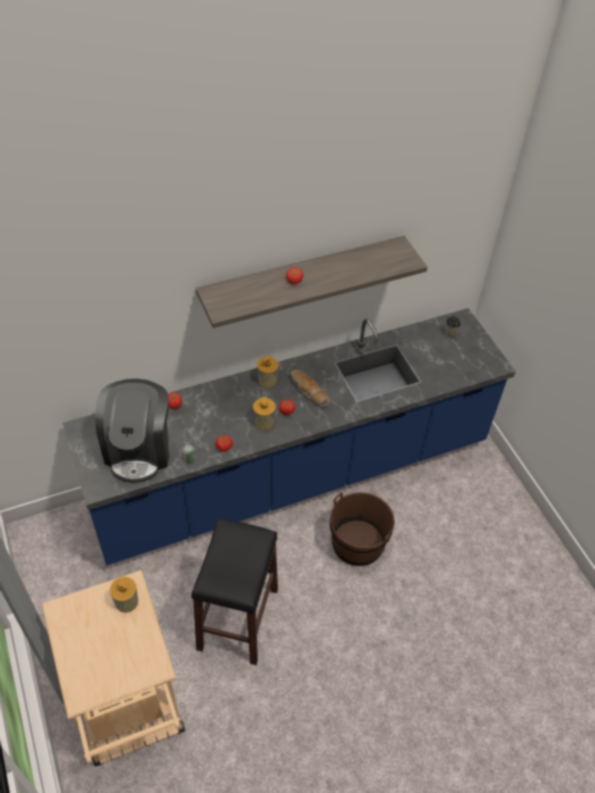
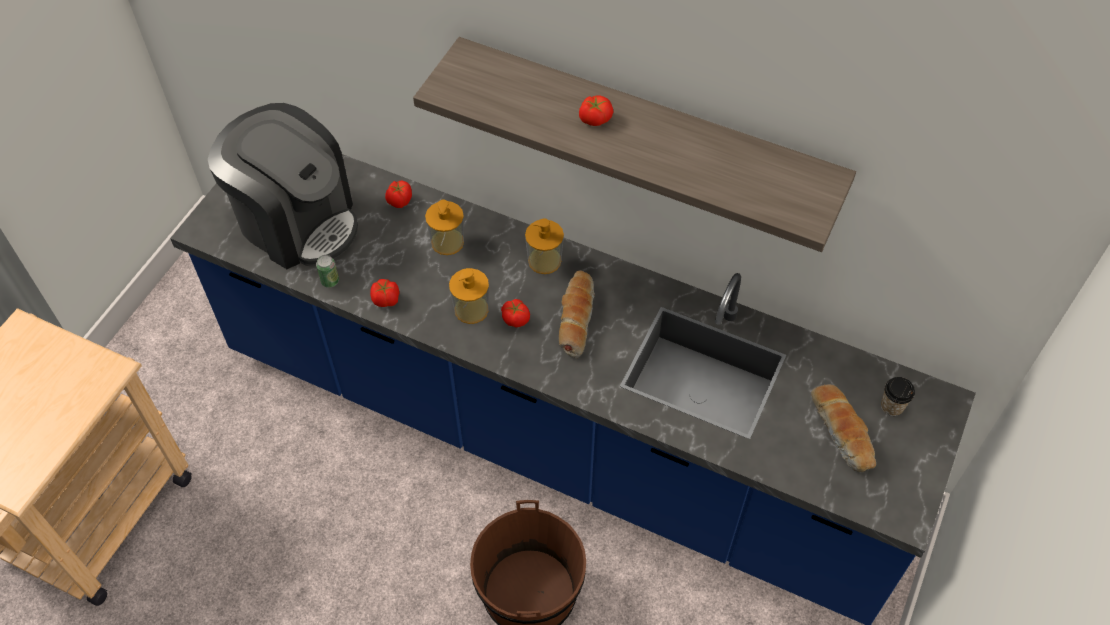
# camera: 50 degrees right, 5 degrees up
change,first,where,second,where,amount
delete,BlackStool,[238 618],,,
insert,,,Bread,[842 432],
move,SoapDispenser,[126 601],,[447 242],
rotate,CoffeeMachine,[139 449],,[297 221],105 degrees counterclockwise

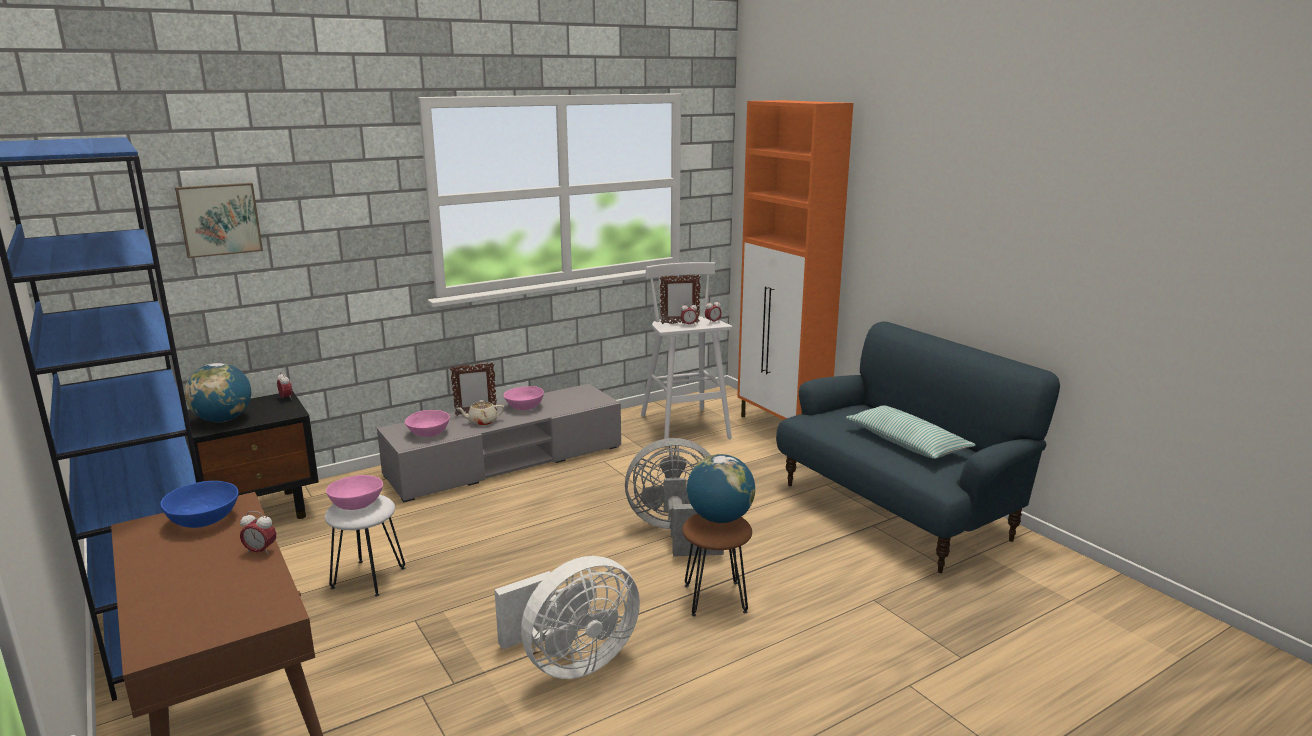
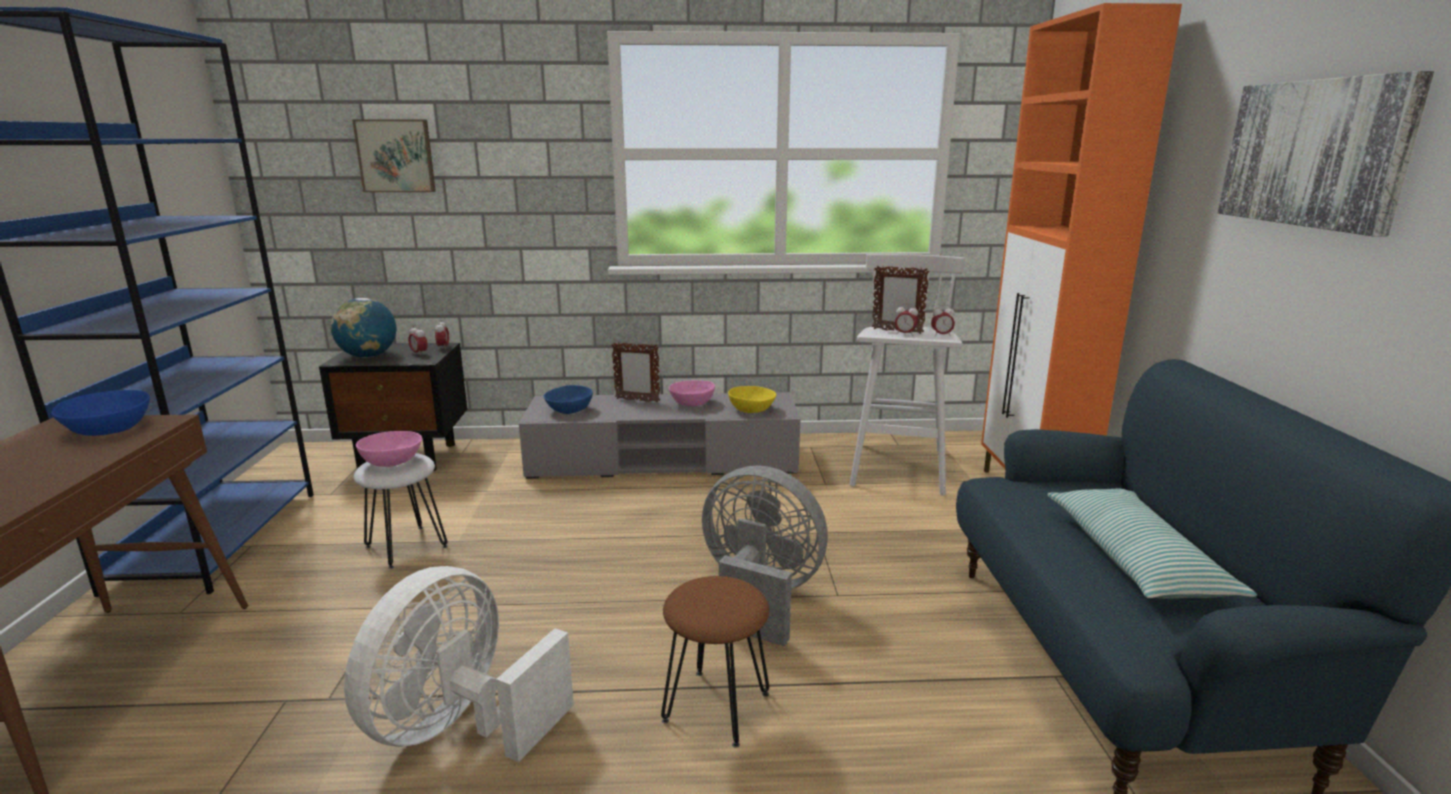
# camera: 30 degrees right, 0 degrees up
change,first,where,second,where,amount
delete,BeigeTeapot,[482 422],,,
delete,Globe,[720 518],,,
insert,,,YellowBowl,[751 410],
insert,,,Picture,[1315 153],
move,AlarmClock,[260 552],,[419 353],
recolor,PinkBowl,[429 433],BlueBowl,[569 410],
rotate,WhiteFan,[571 663],,[460 727],120 degrees clockwise

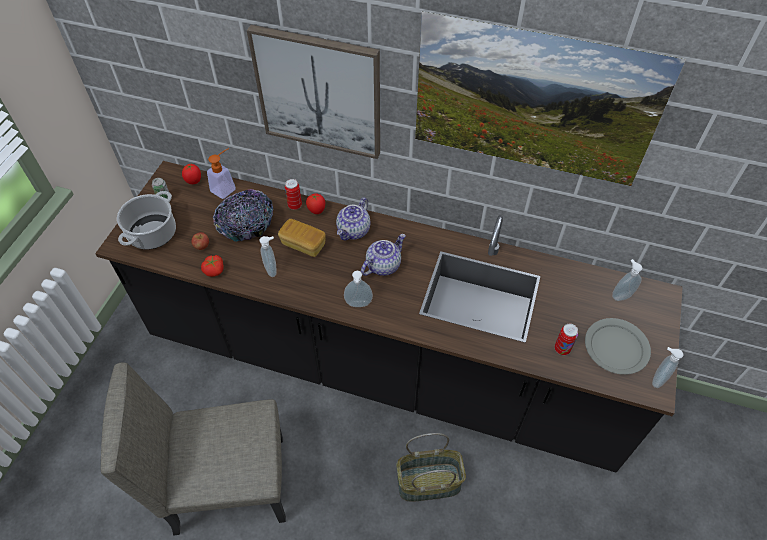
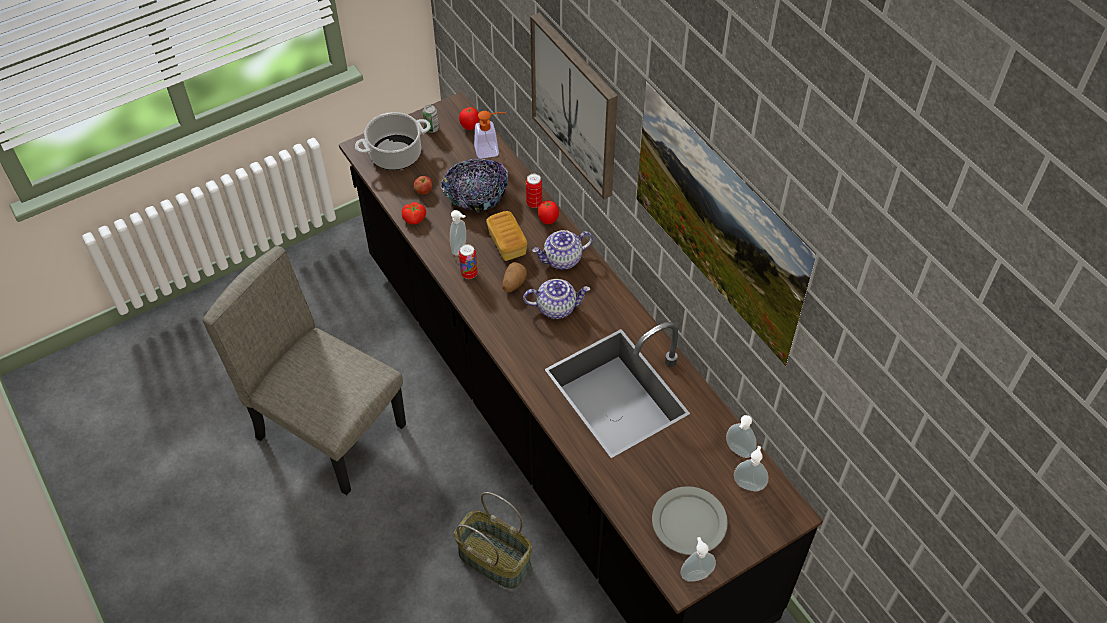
# camera: 40 degrees right, 0 degrees up
change,first,where,second,where,amount
insert,,,Potato,[513 283],
move,SoapDispenser,[358 305],,[738 452],
move,Can,[562 349],,[469 273],

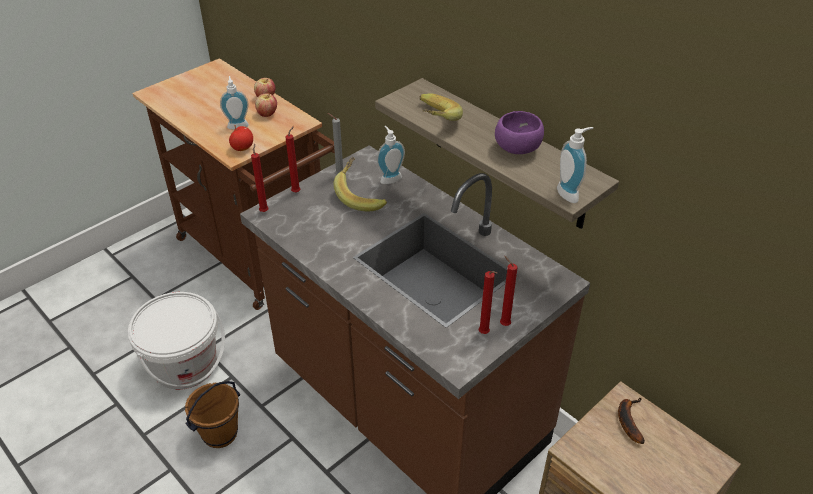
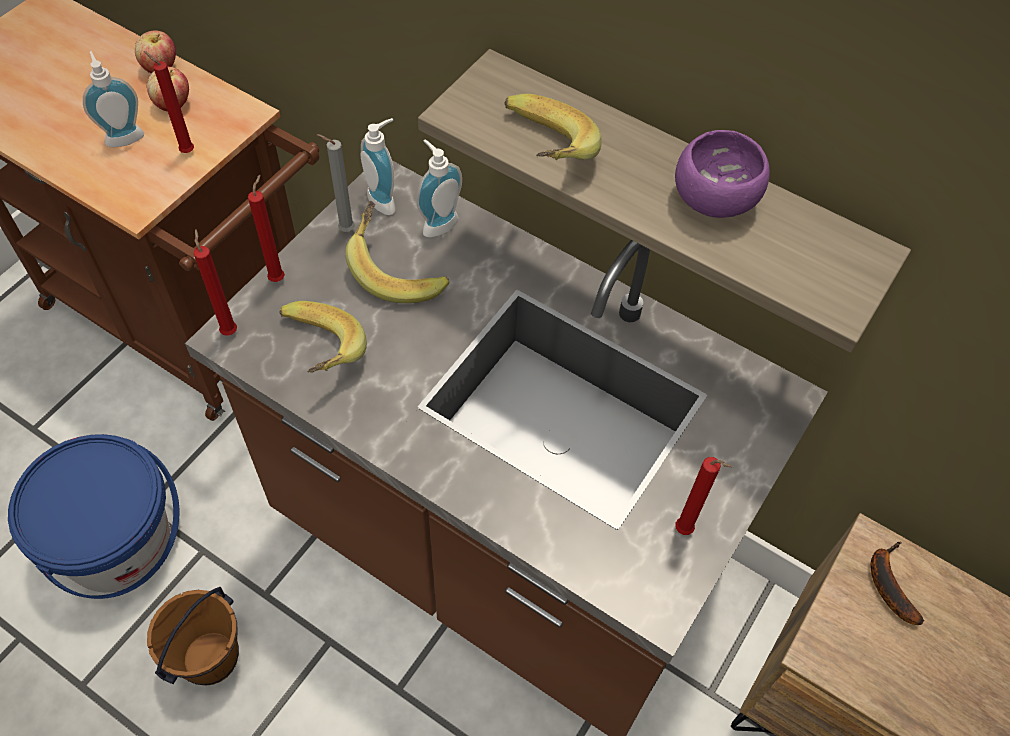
# camera: 15 degrees left, 15 degrees up
change,first,where,second,where,amount
delete,Apple,[242 148],,,
insert,,,Banana,[317 355],
move,RedCandle,[503 324],,[185 151],
move,SoapDispenser,[570 193],,[385 200],
recolor,WhiteBucket,[185 364],BlueBucket,[118 543],

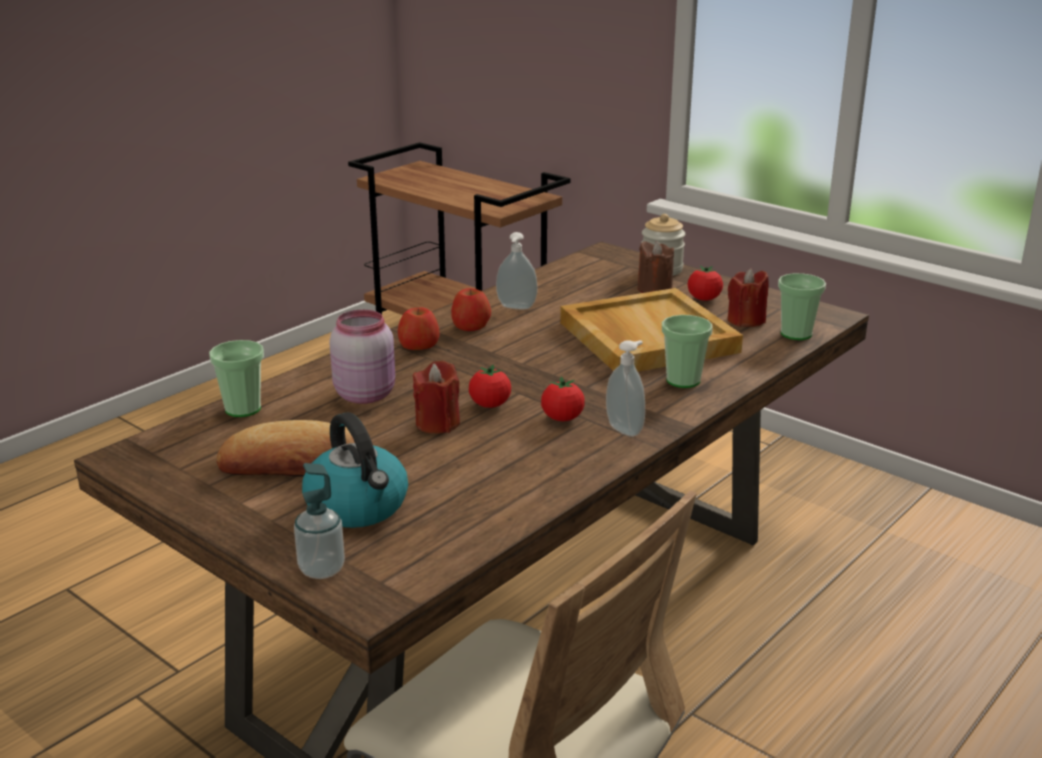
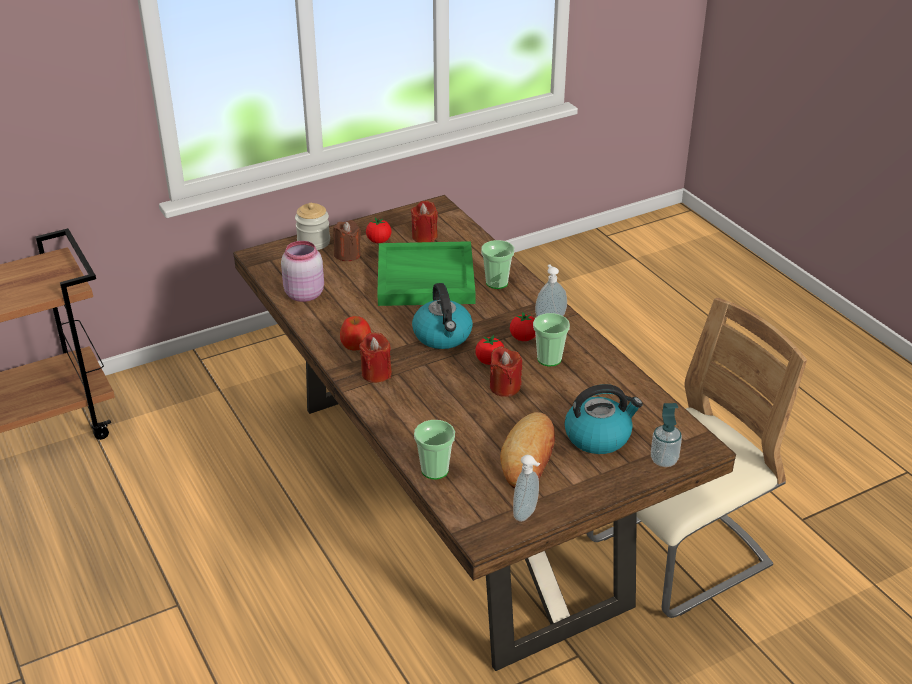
# camera: 70 degrees left, 10 degrees up
change,first,where,second,where,amount
insert,,,Kettle,[443 336],
move,PinkJar,[366 394],,[303 294],
move,SoapDispenser,[516 308],,[527 514],
move,Cup,[796 334],,[549 359],
replace,Apple,[418 346],RedCandle,[376 373],
recolor,BeigeTray,[646 337],GreenTray,[424 278],

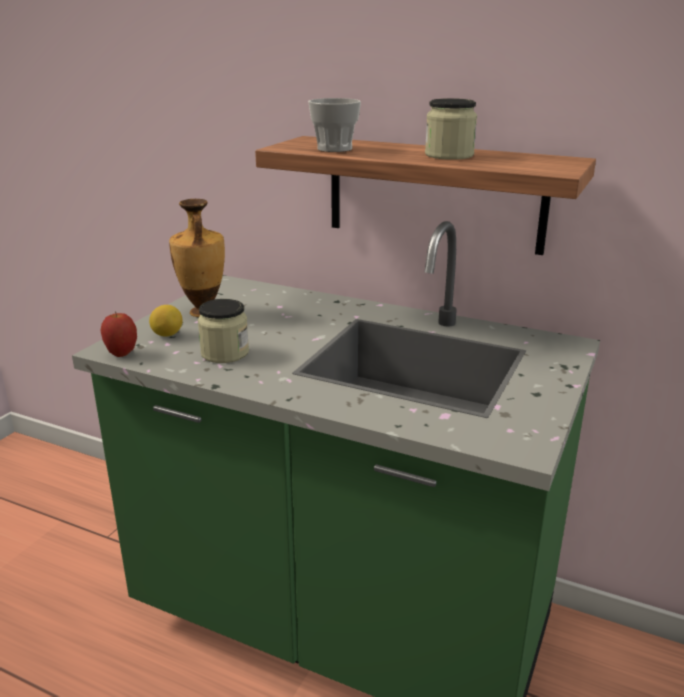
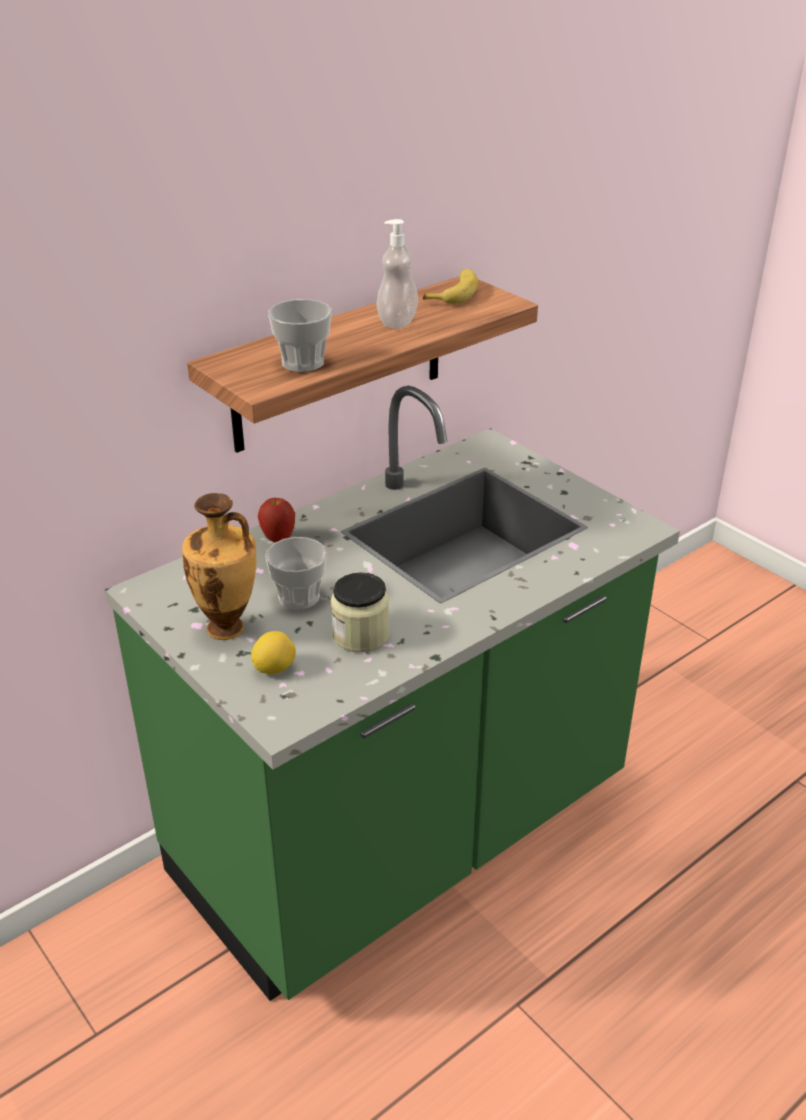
# camera: 65 degrees left, 10 degrees up
change,first,where,second,where,amount
insert,,,Cup,[299 597],
insert,,,Banana,[454 293],
move,Apple,[122 354],,[278 539],
replace,Jar,[449 155],SoapDispenser,[397 322],

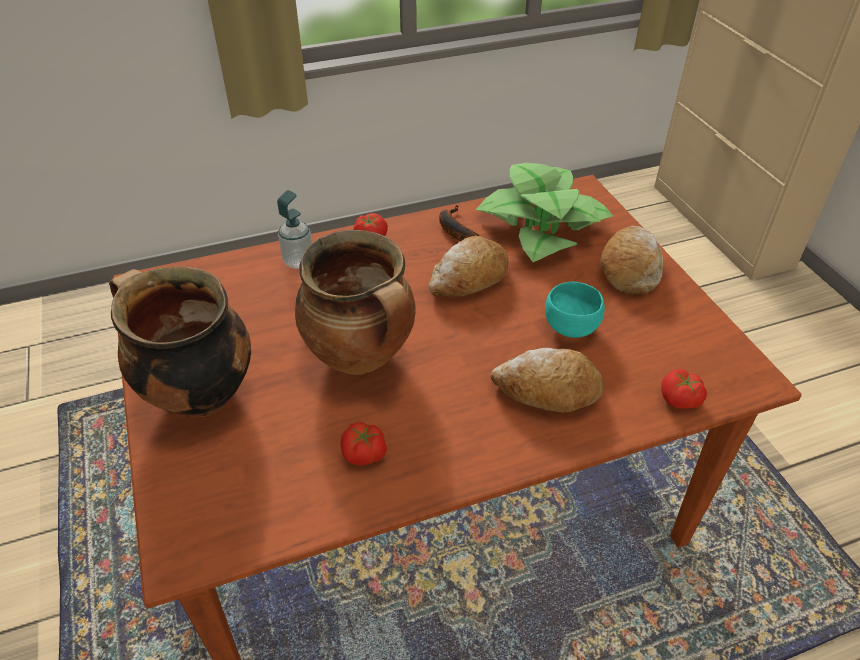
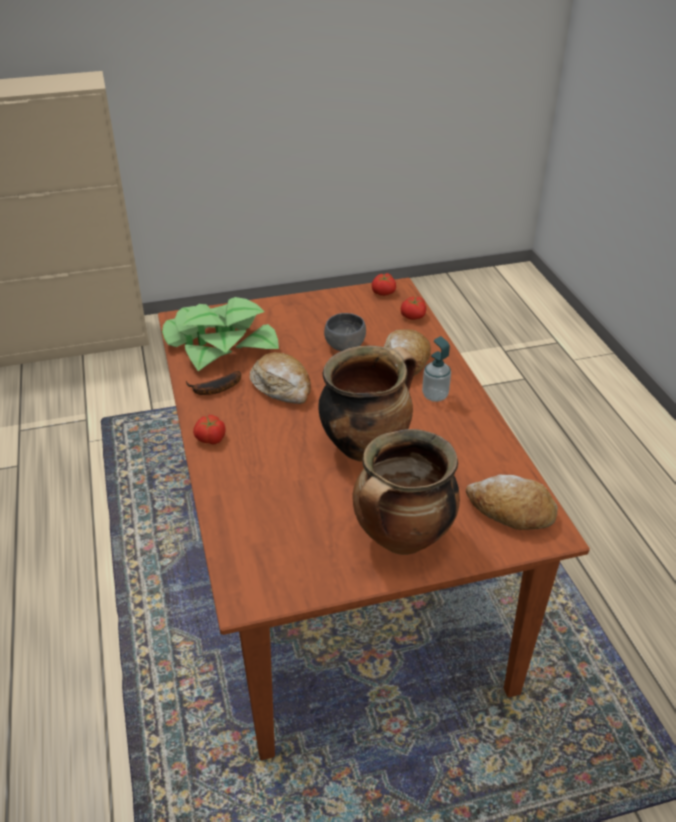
# camera: 85 degrees left, 5 degrees down
change,first,where,second,where,amount
move,SoapDispenser,[298 261],,[435 396],
move,Tomato,[364 454],,[384 292],
move,Bread,[630 268],,[510 511],
recolor,TurquoiseBowl,[568 326],GreyBowl,[344 347],

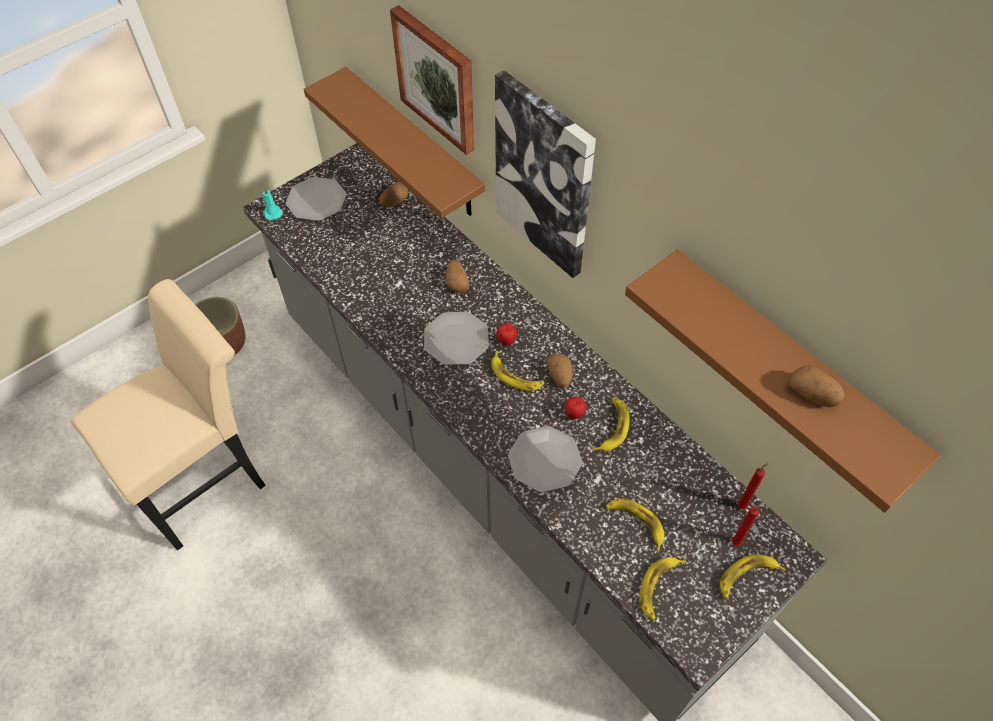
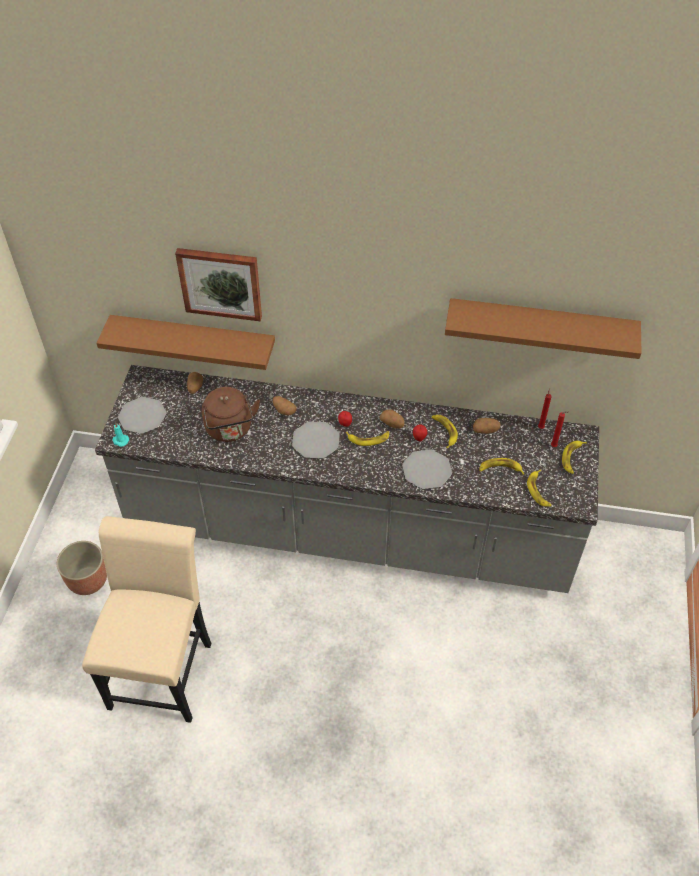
# camera: 40 degrees left, 5 degrees down
change,first,where,second,where,amount
delete,Picture,[544 176],,,
insert,,,BrownKettle,[230 430],
move,Potato,[812 395],,[485 430],

